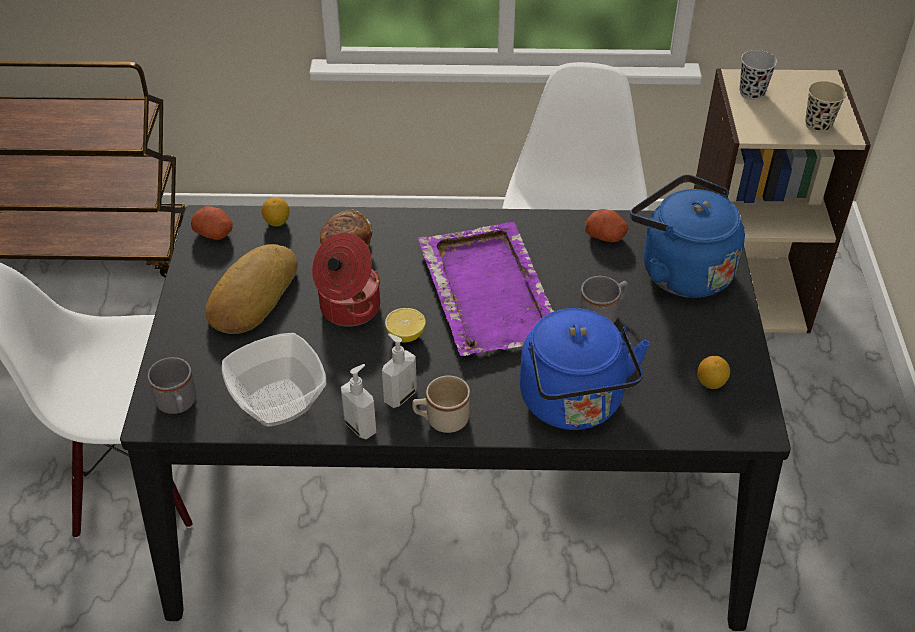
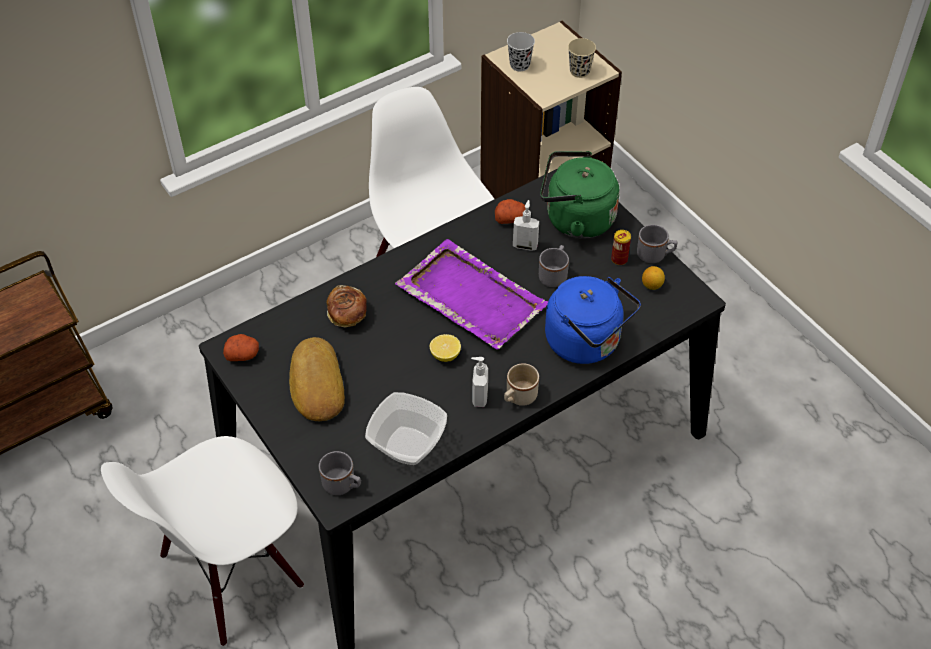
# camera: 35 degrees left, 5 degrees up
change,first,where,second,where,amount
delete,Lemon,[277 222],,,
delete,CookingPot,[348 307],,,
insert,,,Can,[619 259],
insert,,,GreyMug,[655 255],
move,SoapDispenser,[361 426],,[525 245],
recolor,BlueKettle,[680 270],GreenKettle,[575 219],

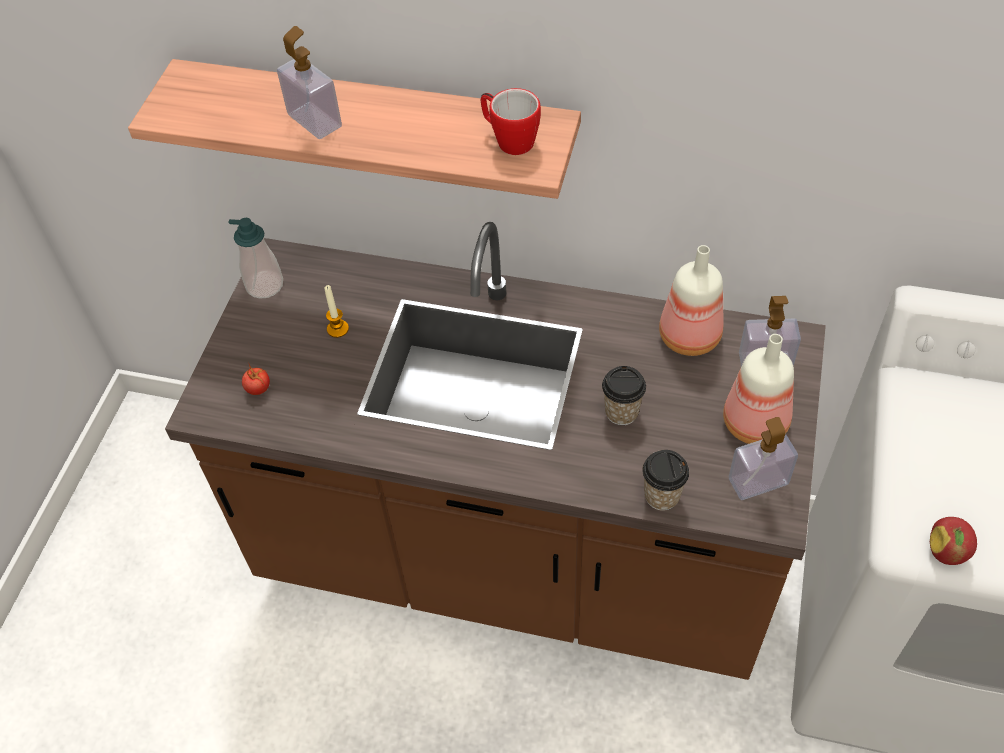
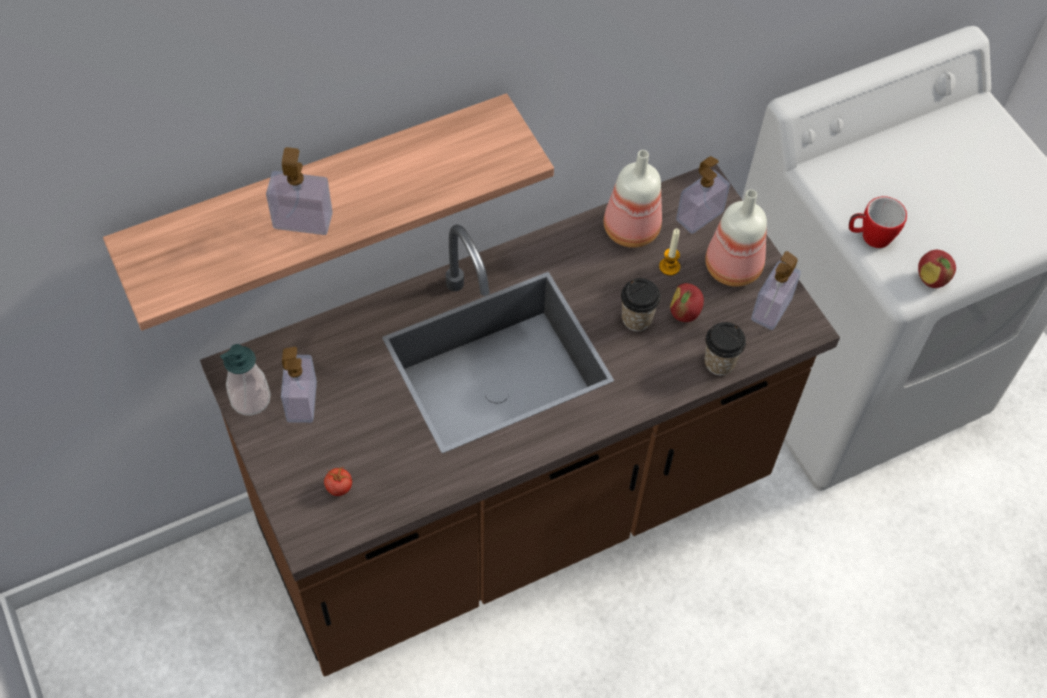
# camera: 45 degrees left, 5 degrees up
change,first,where,second,where,amount
insert,,,SoapDispenser,[302 401],
insert,,,Apple,[684 314],
move,Candle,[337 329],,[669 267],
move,Mug,[509 140],,[870 237],

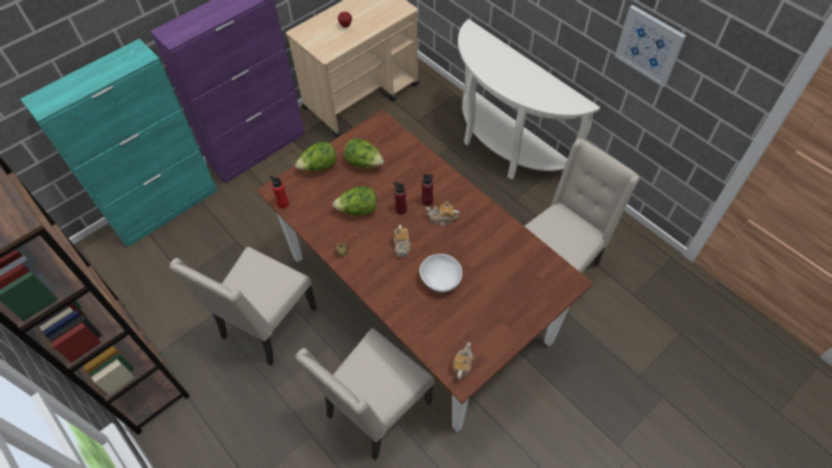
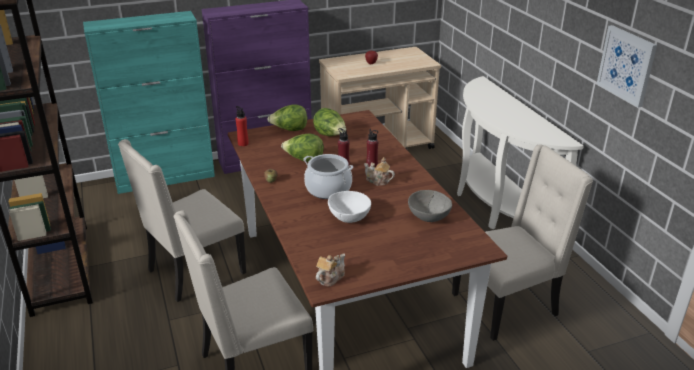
# camera: 20 degrees right, 25 degrees down
change,first,where,second,where,amount
insert,,,GreyBowl,[428 217],
replace,Teapot,[402 246],CookingPot,[328 189],

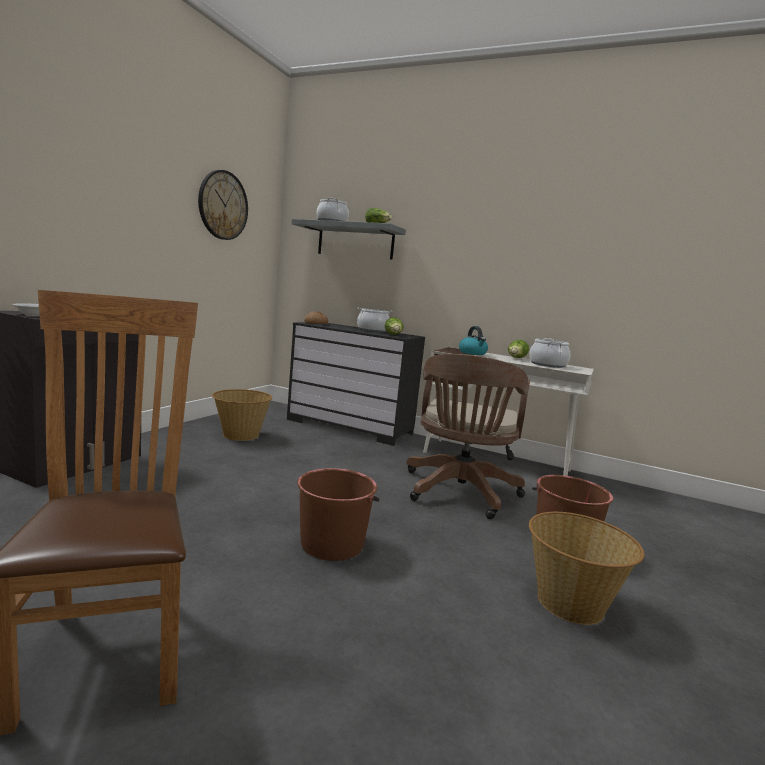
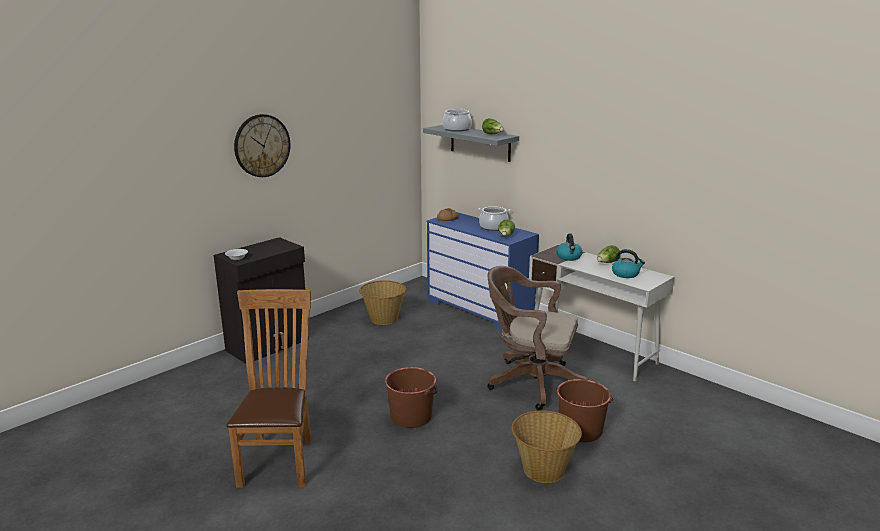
# camera: 20 degrees right, 10 degrees up
change,first,where,second,where,amount
move,WallClock,[223 205],,[262 145],
replace,CookingPot,[547 365],Kettle,[626 274],
recolor,BlackDresser,[350 426],BlueDresser,[480 309],
rotate,BrownOfficeChair,[459 493],,[531 382],75 degrees clockwise

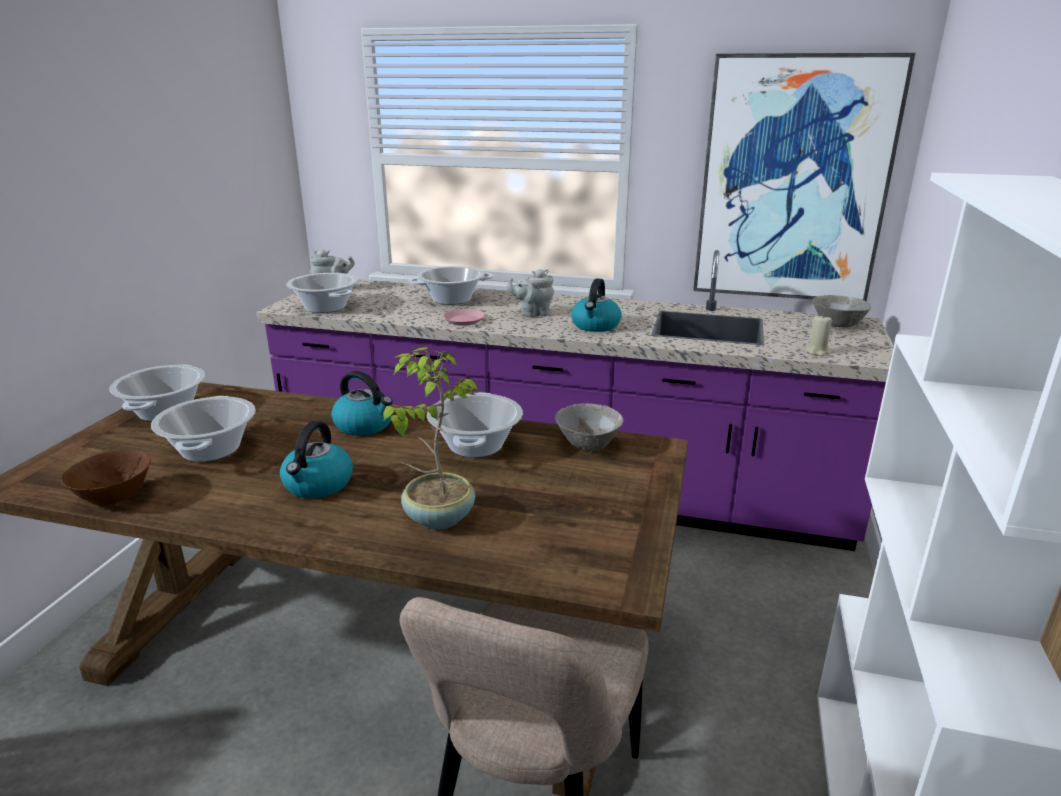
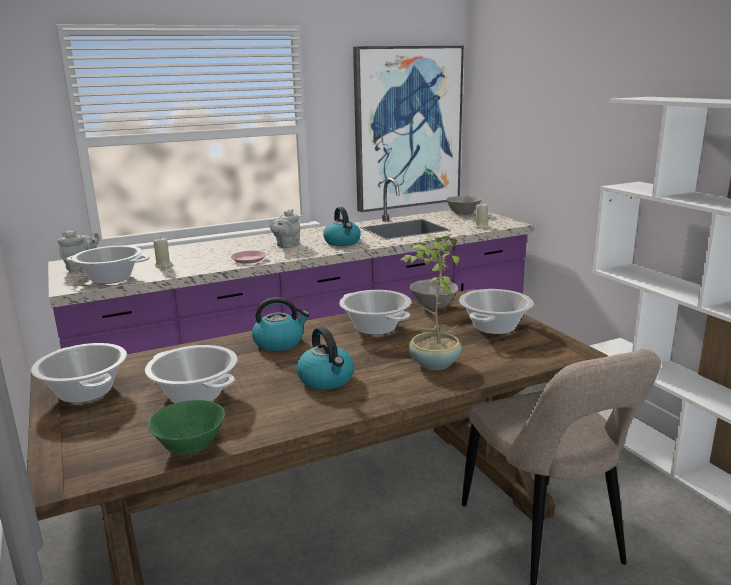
# camera: 40 degrees left, 5 degrees down
change,first,where,second,where,amount
insert,,,BeigeCandle,[164 265],
move,CookingPot,[451 299],,[494 327],
recolor,BrownBowl,[114 498],GreenBowl,[190 447],

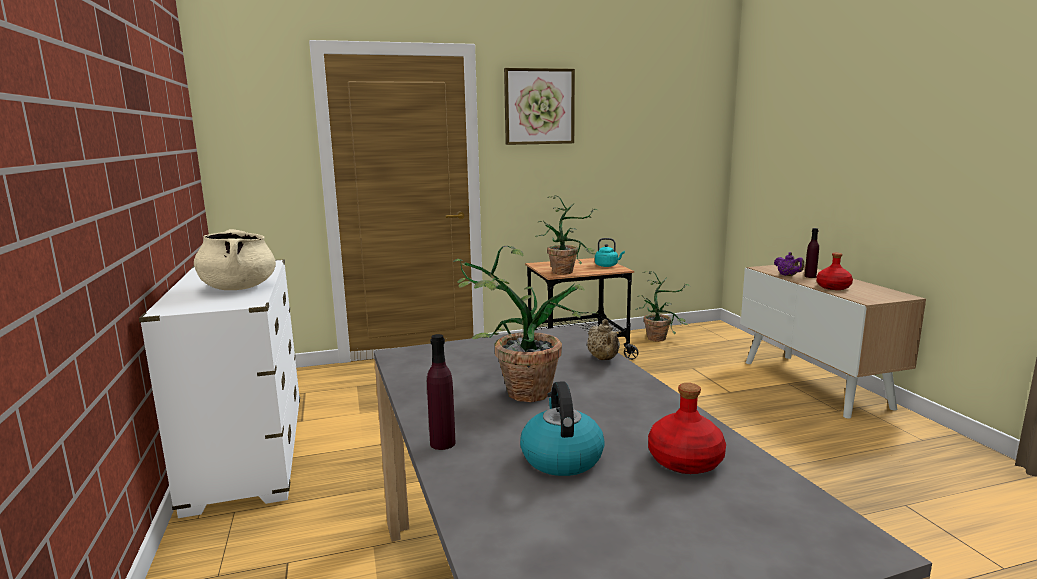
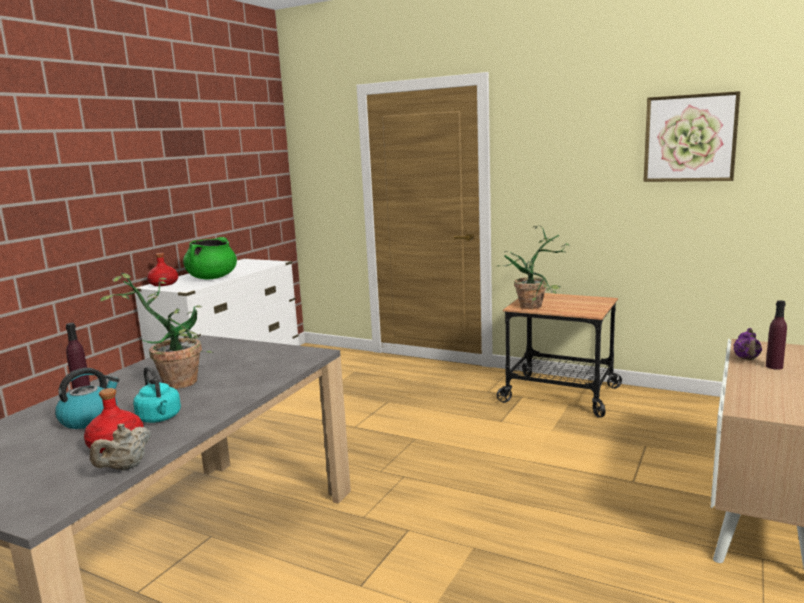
# camera: 45 degrees right, 0 degrees up
change,first,where,second,where,amount
delete,PottedPlant,[660 337],,,
move,Picture,[539 106],,[690 138],
move,BeigeTeapot,[604 359],,[125 467],
move,TurquoiseKettle,[607 265],,[160 418],
move,RedBottle,[833 287],,[164 284],
recolor,BeigeCookingPot,[238 288],GreenCookingPot,[212 278],

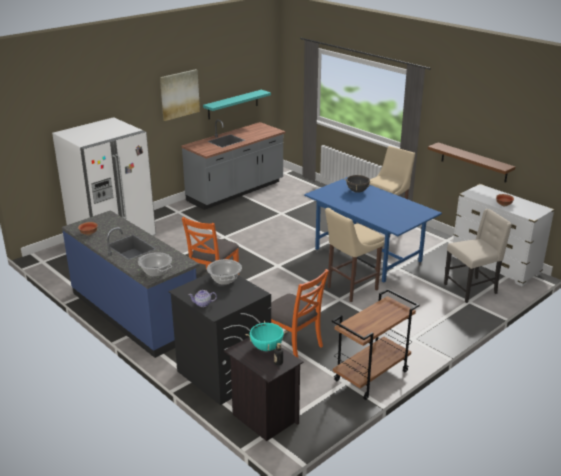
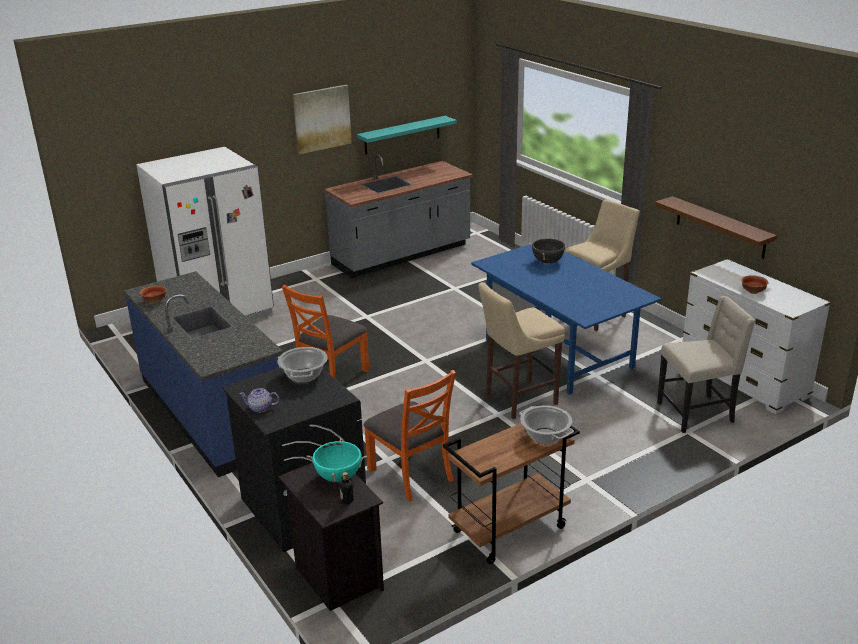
# camera: 10 degrees right, 0 degrees up
change,first,where,second,where,amount
move,CookingPot,[155 272],,[545 436],

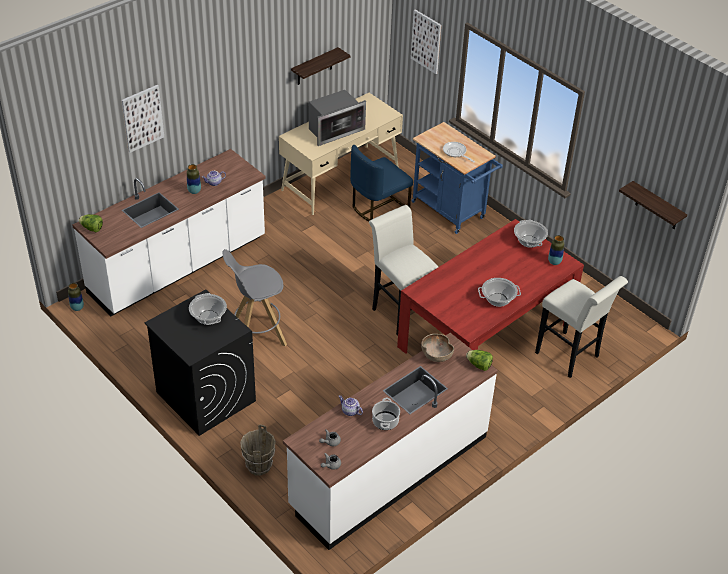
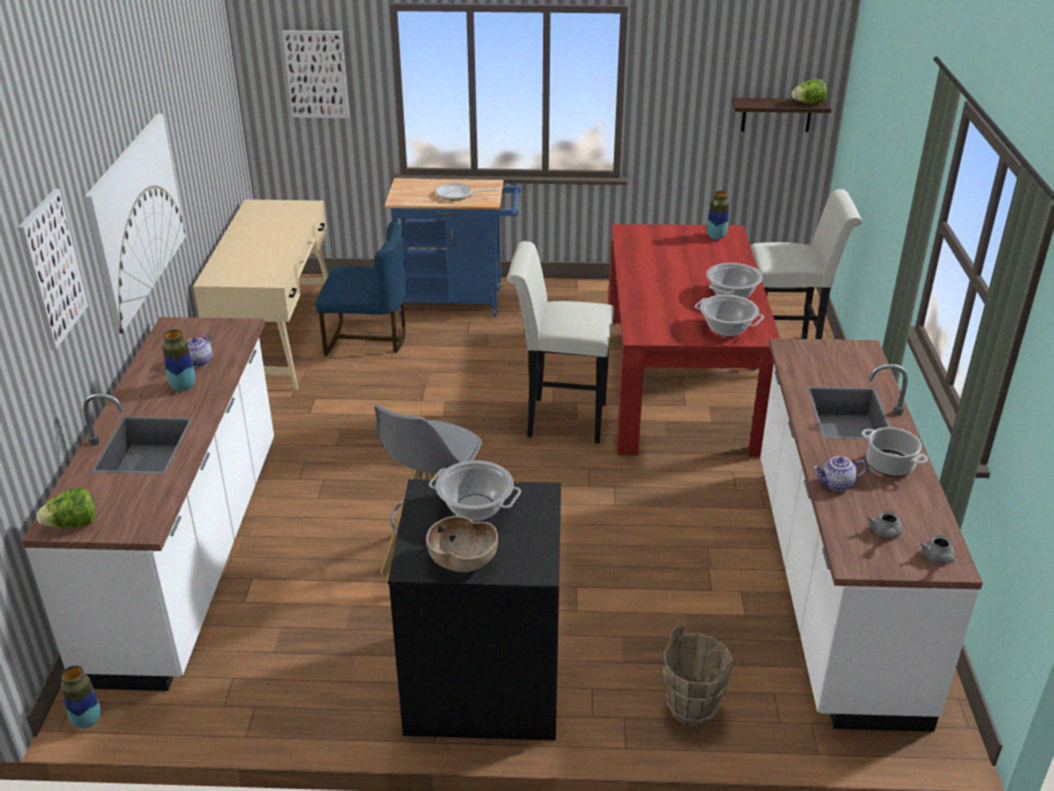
# camera: 45 degrees left, 10 degrees down
change,first,where,second,where,amount
delete,Shelf,[314 67],,,
delete,Microwave,[334 130],,,
insert,,,Picture,[137 218],
move,BrownBowl,[436 355],,[462 561],
move,Lettuce,[479 365],,[808 103],
move,CookingPot,[529 241],,[727 328],
rotate,BlueChair,[378 206],,[367 339],90 degrees counterclockwise

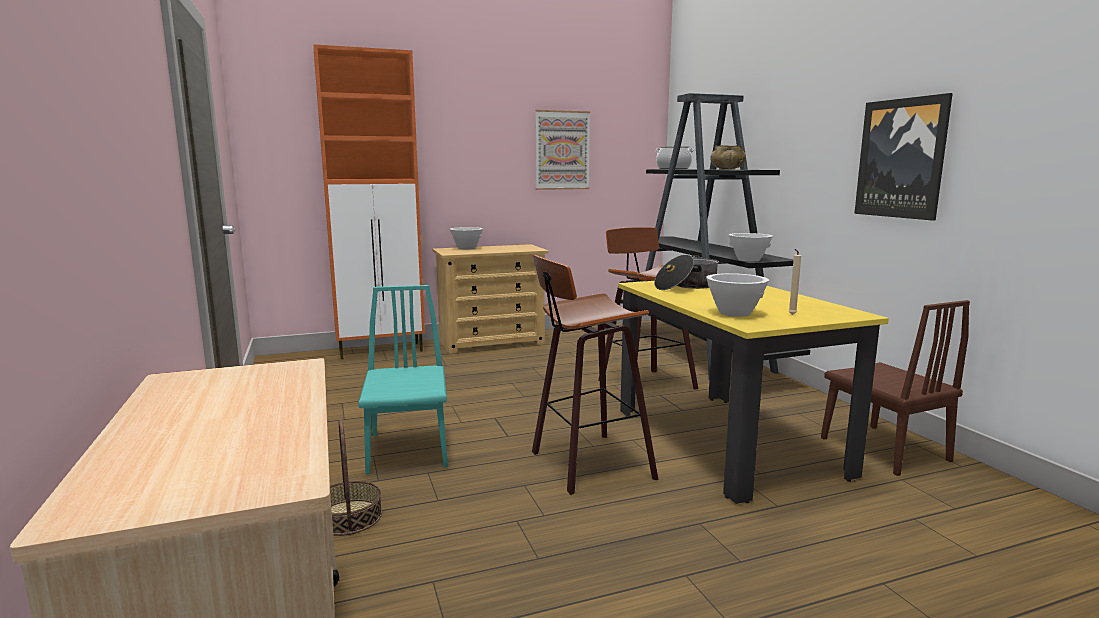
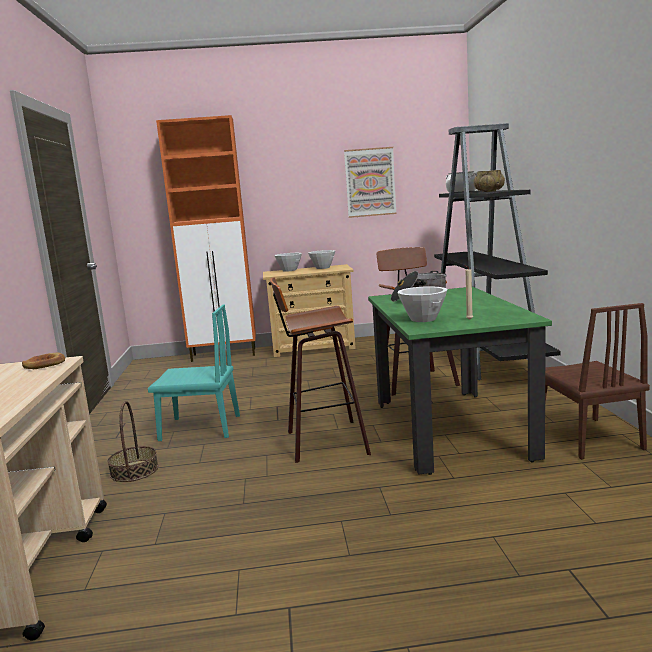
# camera: 15 degrees right, 0 degrees up
change,first,where,second,where,amount
delete,Picture,[901 158],,,
insert,,,Bread,[44 364],
move,WhiteBowl,[748 260],,[322 268],
recolor,YellowDiningTable,[726 442],GreenDiningTable,[450 428],
rotate,TurquoiseChair,[408 449],,[200 428],90 degrees clockwise

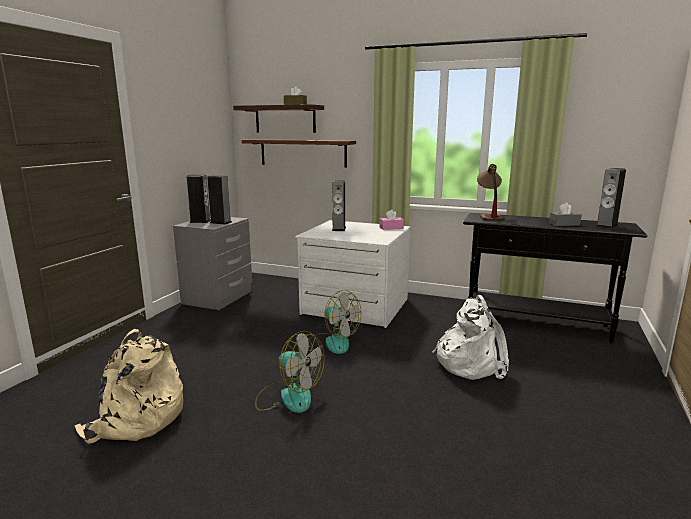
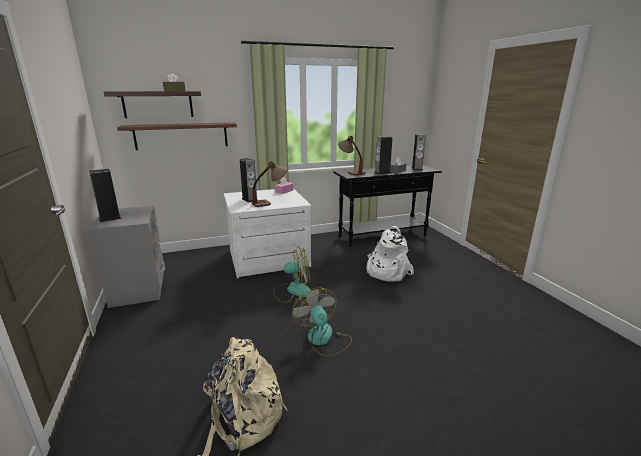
# camera: 40 degrees left, 5 degrees up
change,first,where,second,where,amount
insert,,,TableLamp,[270 202],
move,Speaker,[221 222],,[382 173],
rotate,Fan,[288 396],,[323 339],105 degrees counterclockwise

